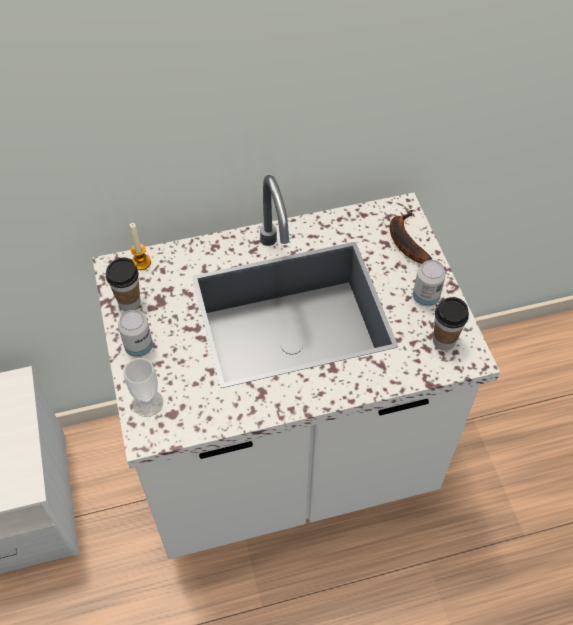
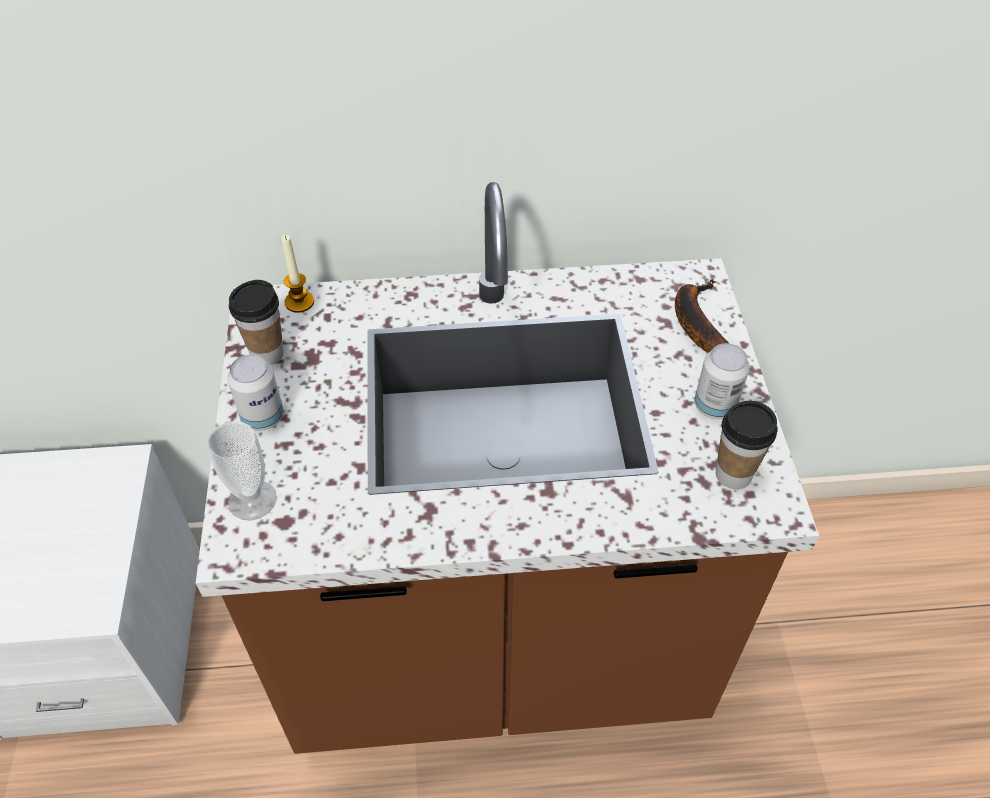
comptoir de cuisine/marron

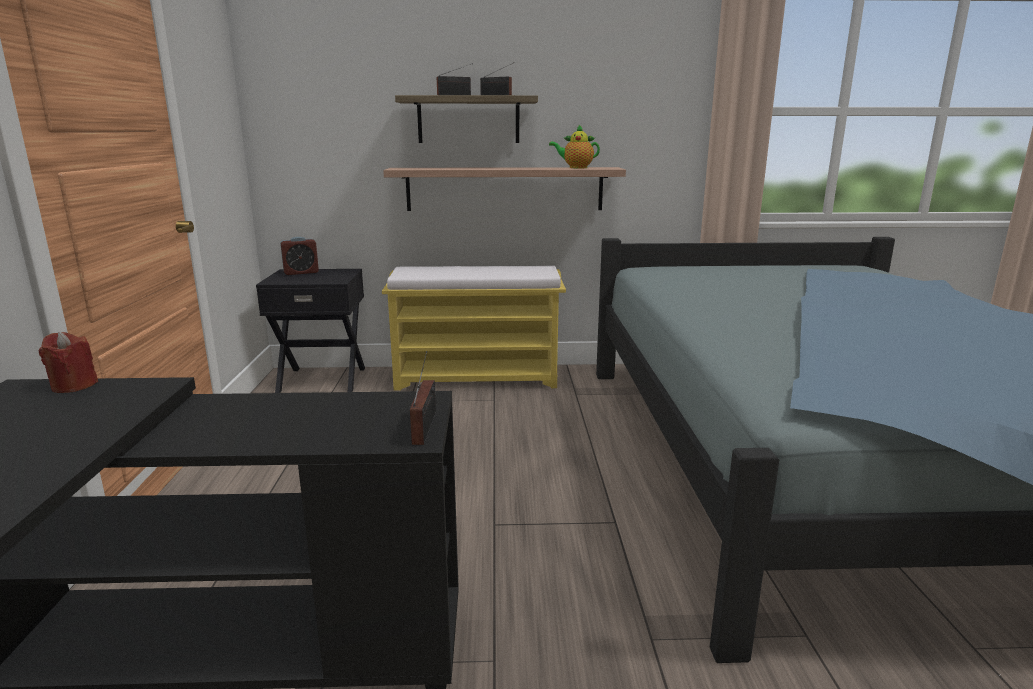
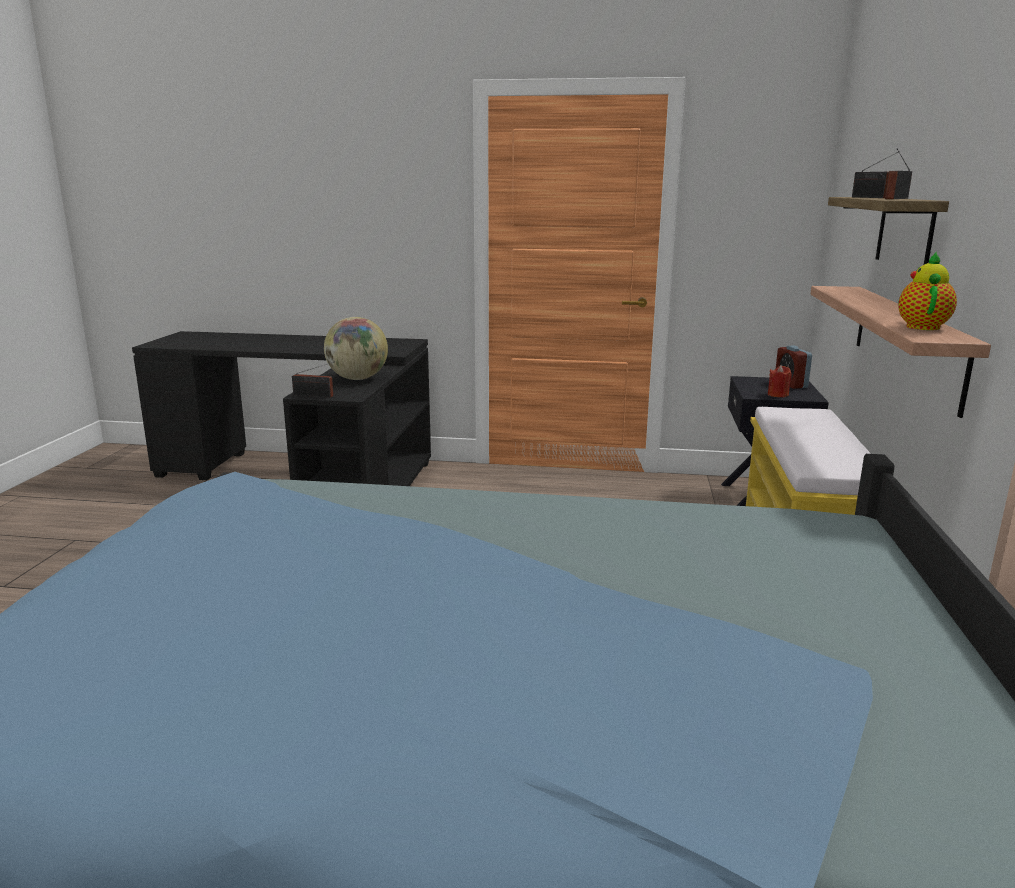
globe
bougie/rouge

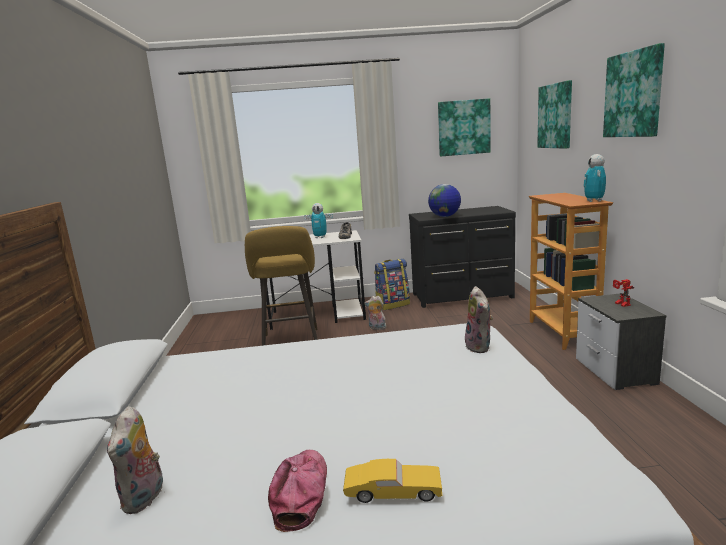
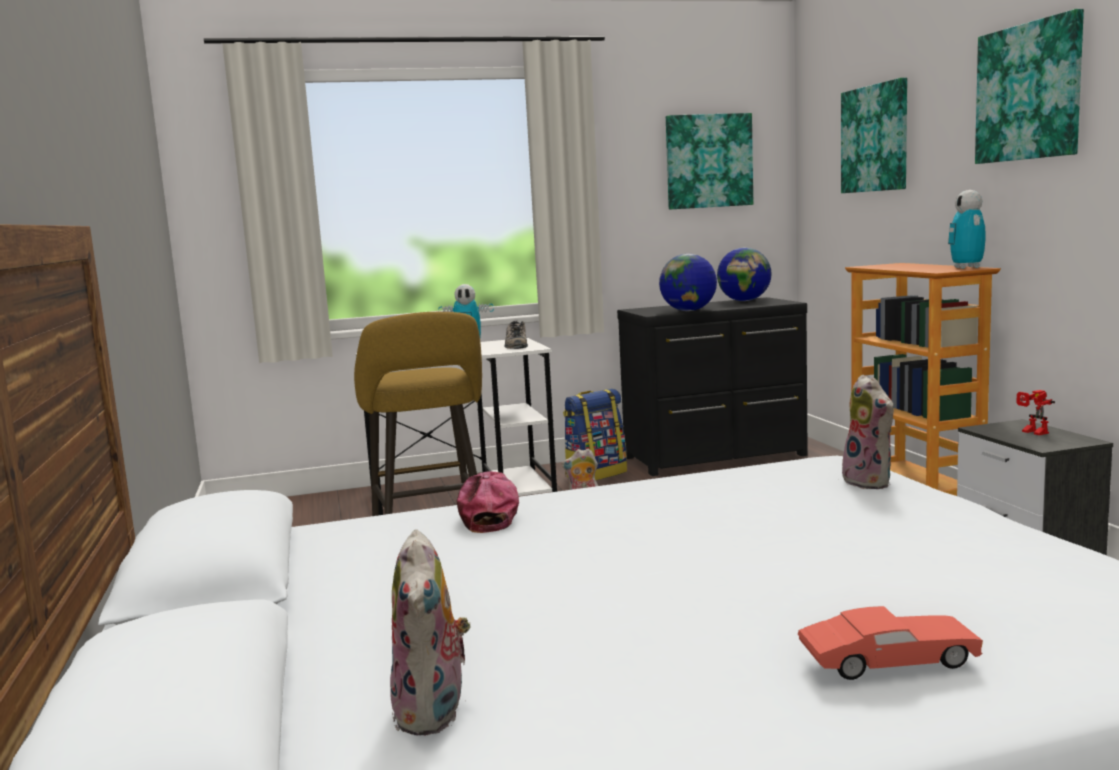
casquette
globe (2nd from left)
petite voiture/rouge

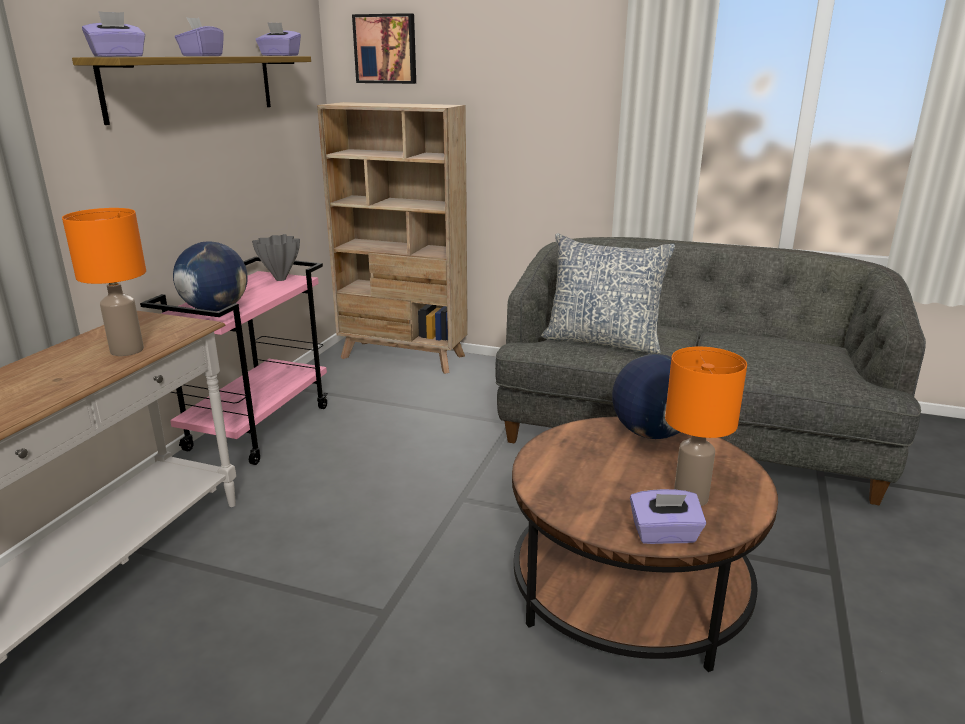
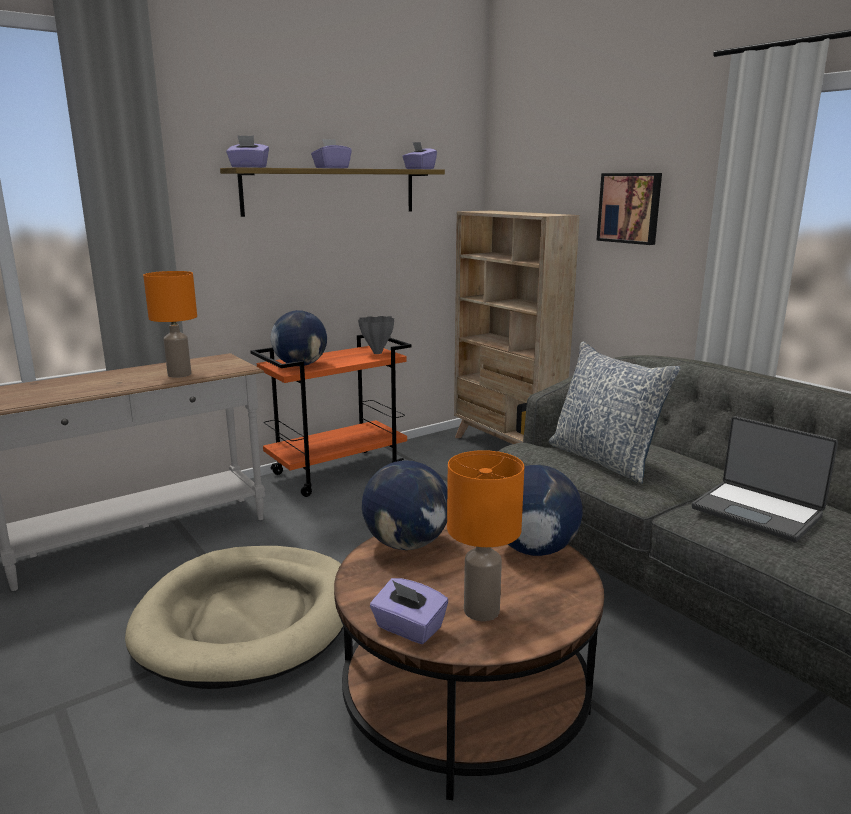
panier pour chien/beige
chariot/orange
globe (2nd from left)
tableau
ordinateur portable

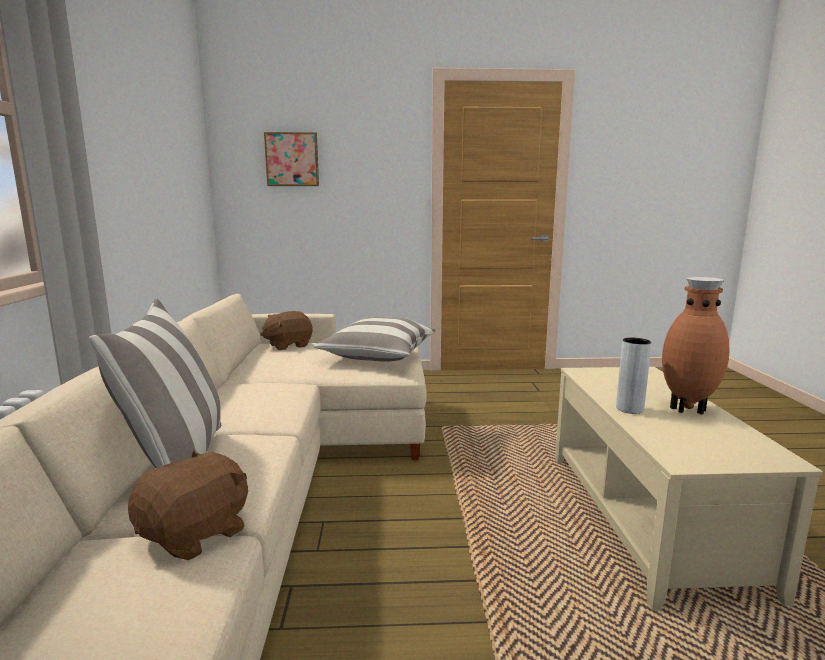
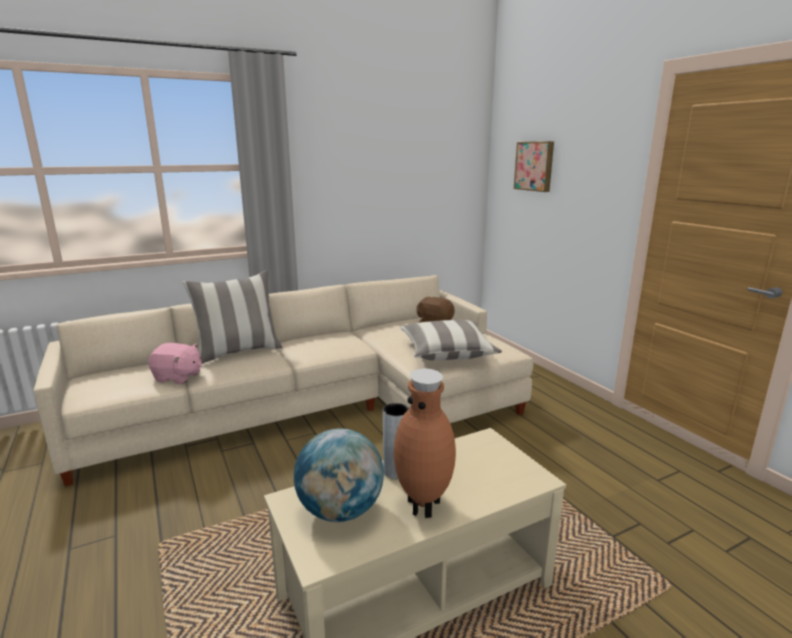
peluche/rose
globe

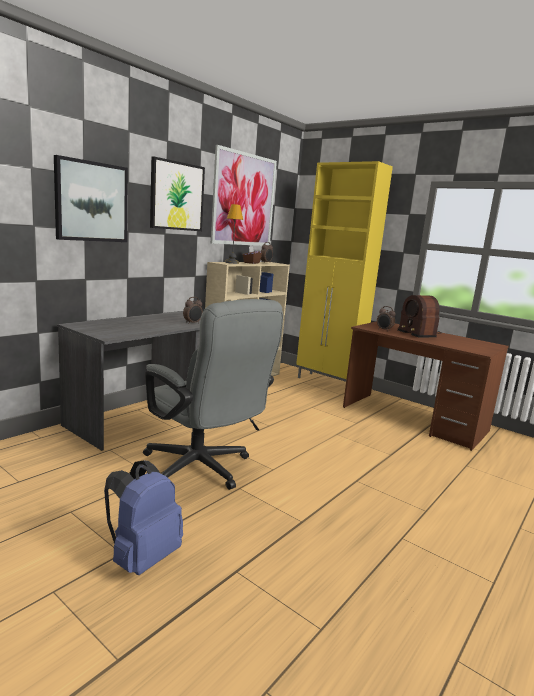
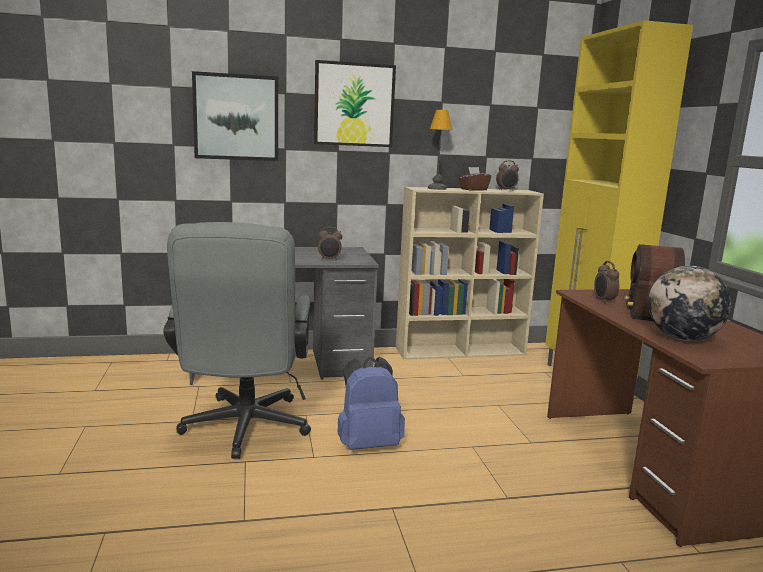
sac à dos/bleu
globe
tableau (3rd from left in the first image)

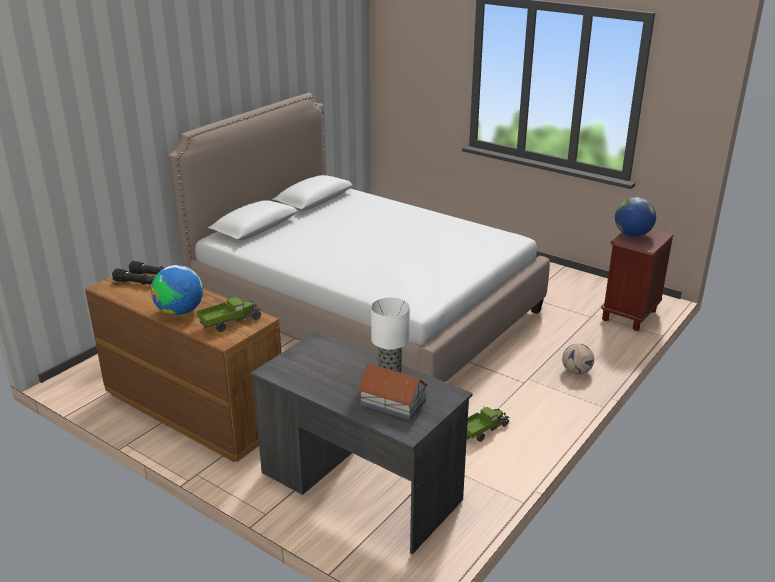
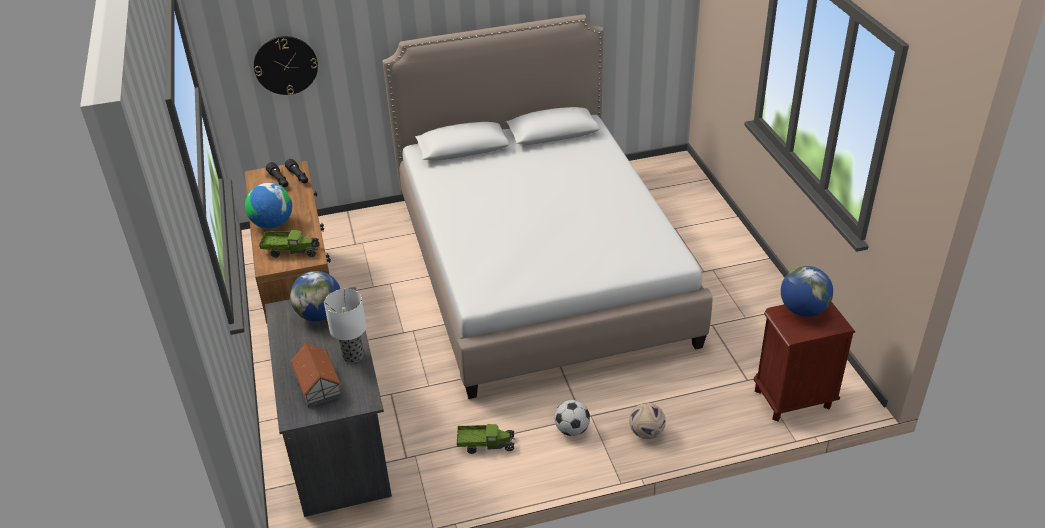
horloge murale
globe (2nd from left)
ballon de foot (1st from left)

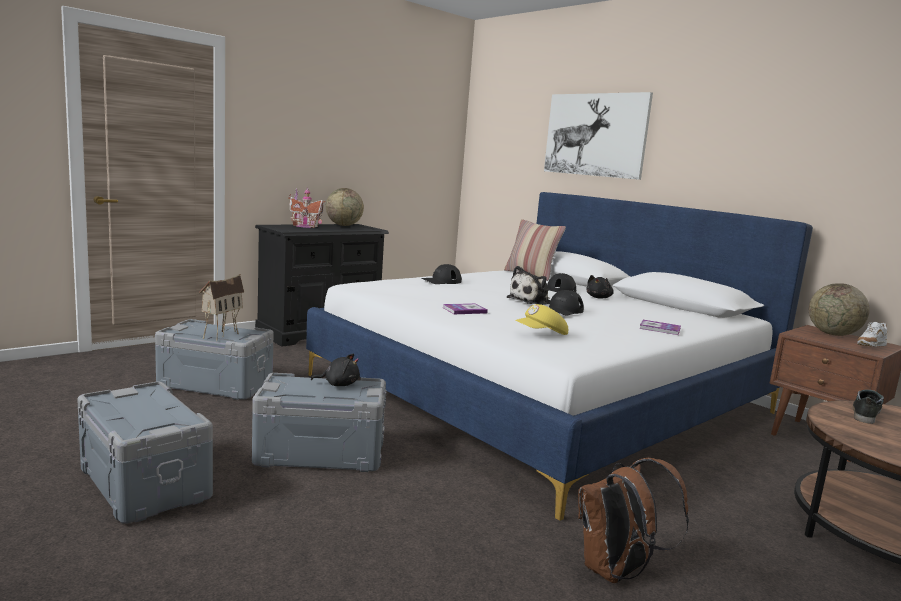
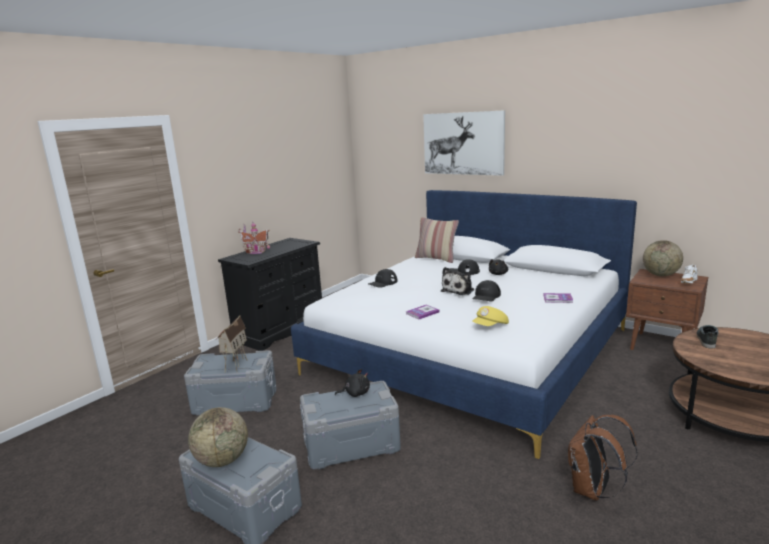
globe (1st from left)

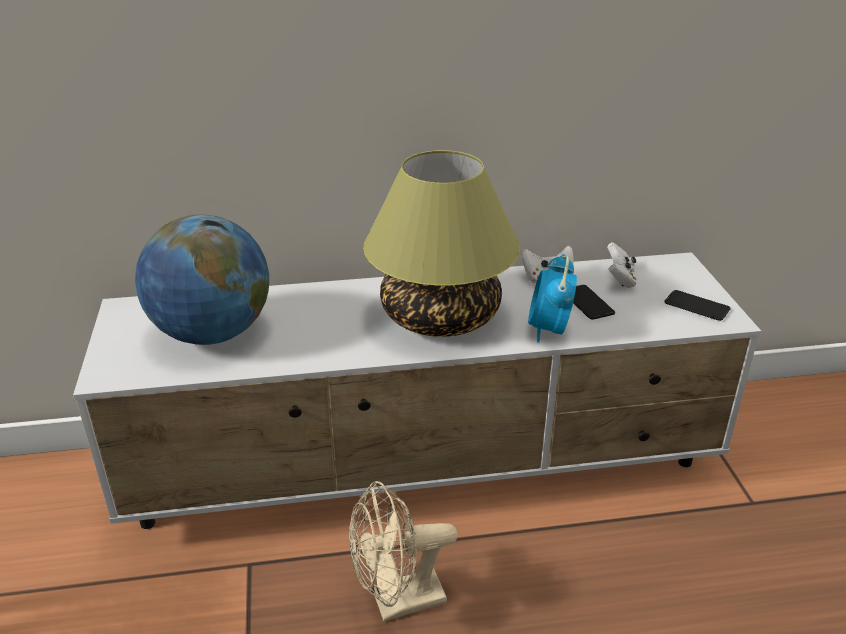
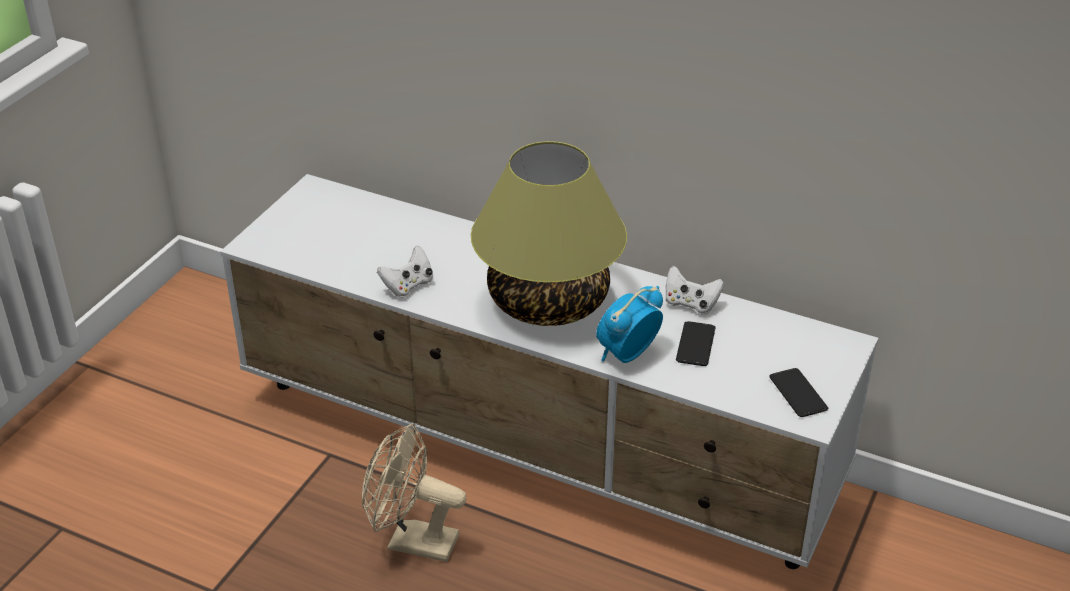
manette/blanc (1st from left)
globe

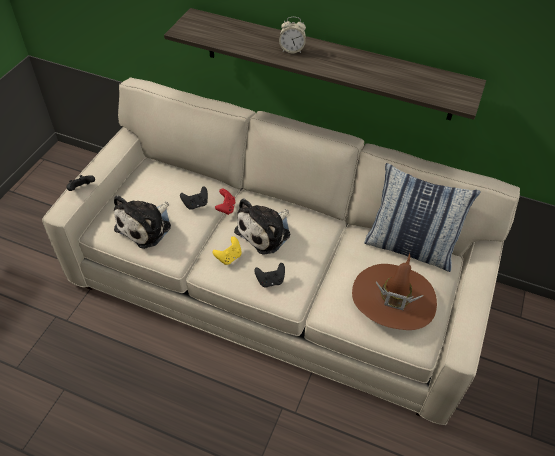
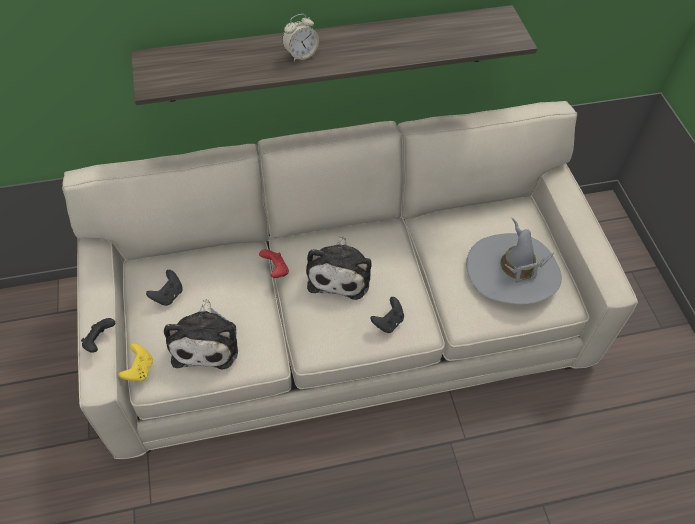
manette/jaune
manette/noir (2nd from left)
chapeau/gris
coussin

